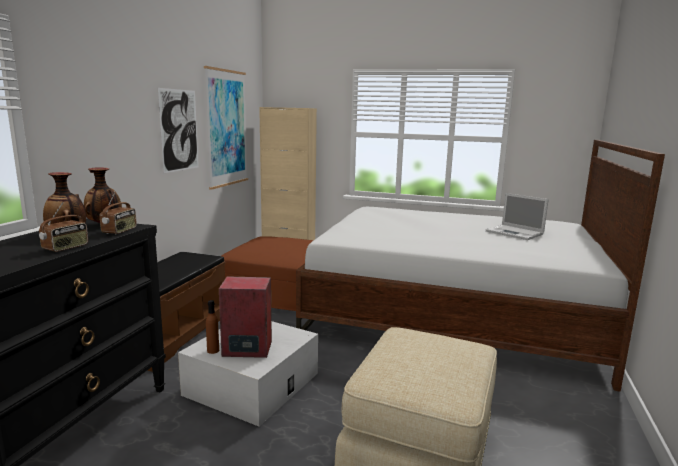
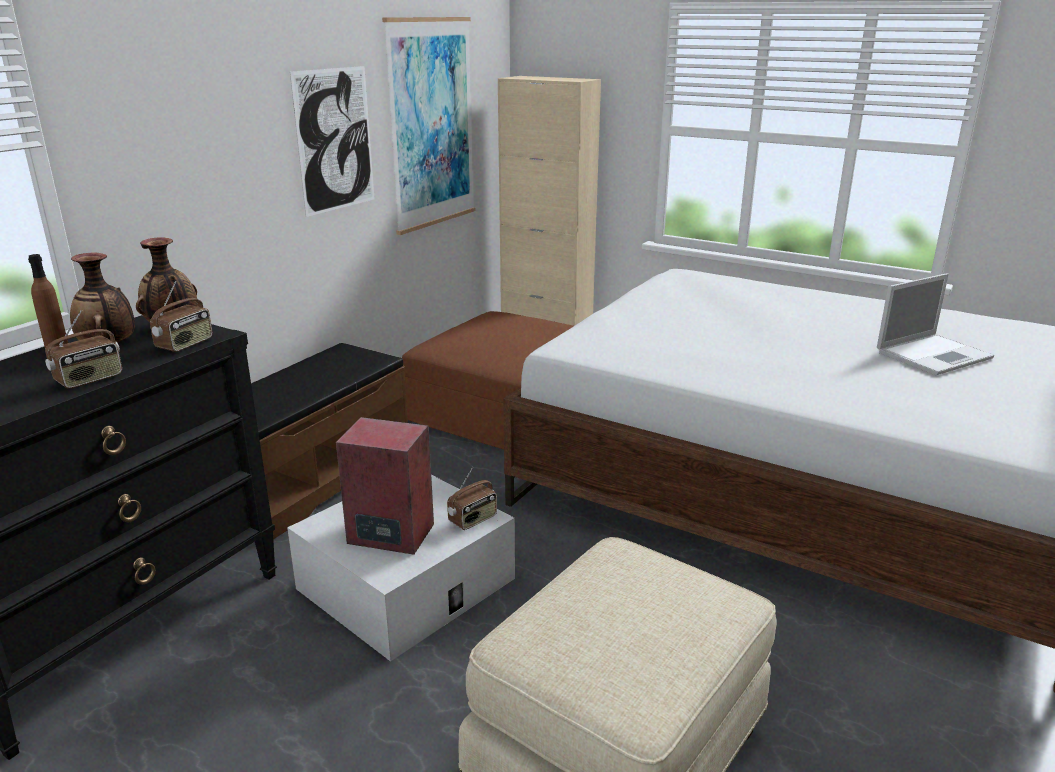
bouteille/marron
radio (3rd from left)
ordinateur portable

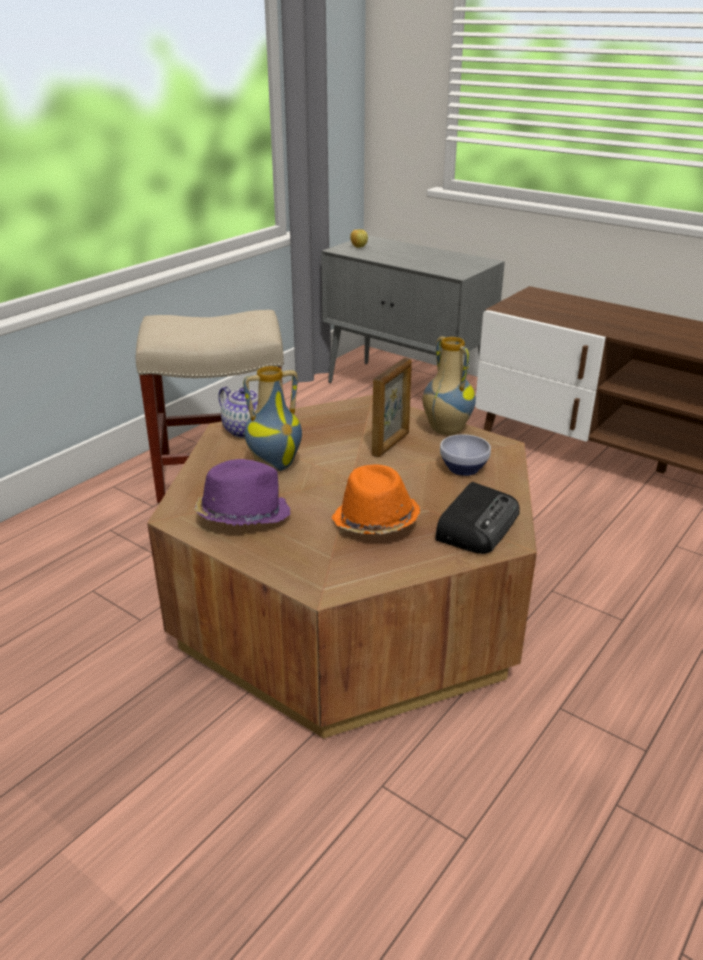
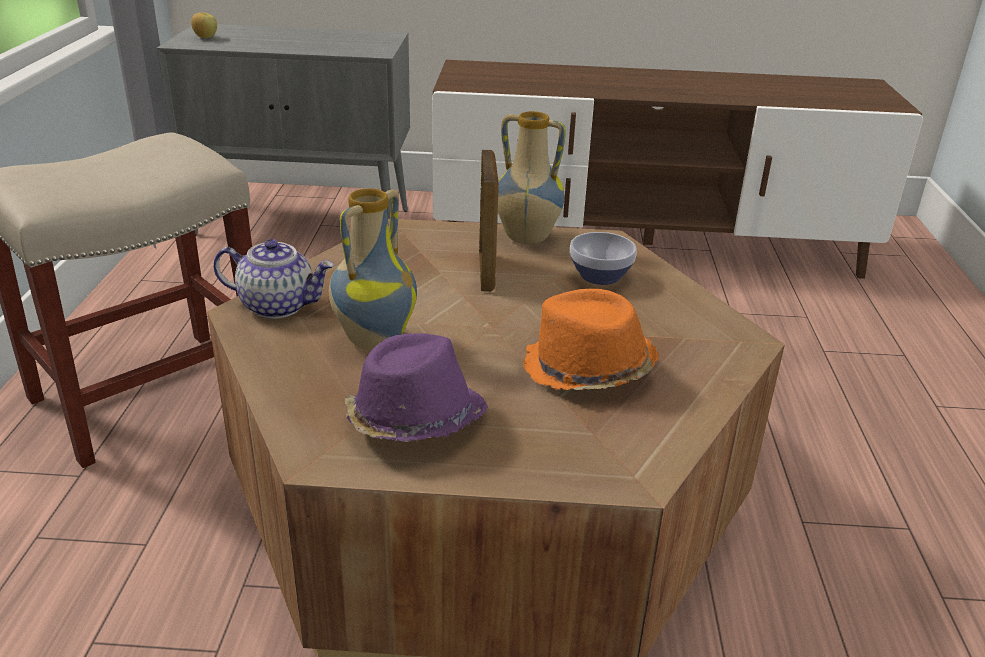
radio

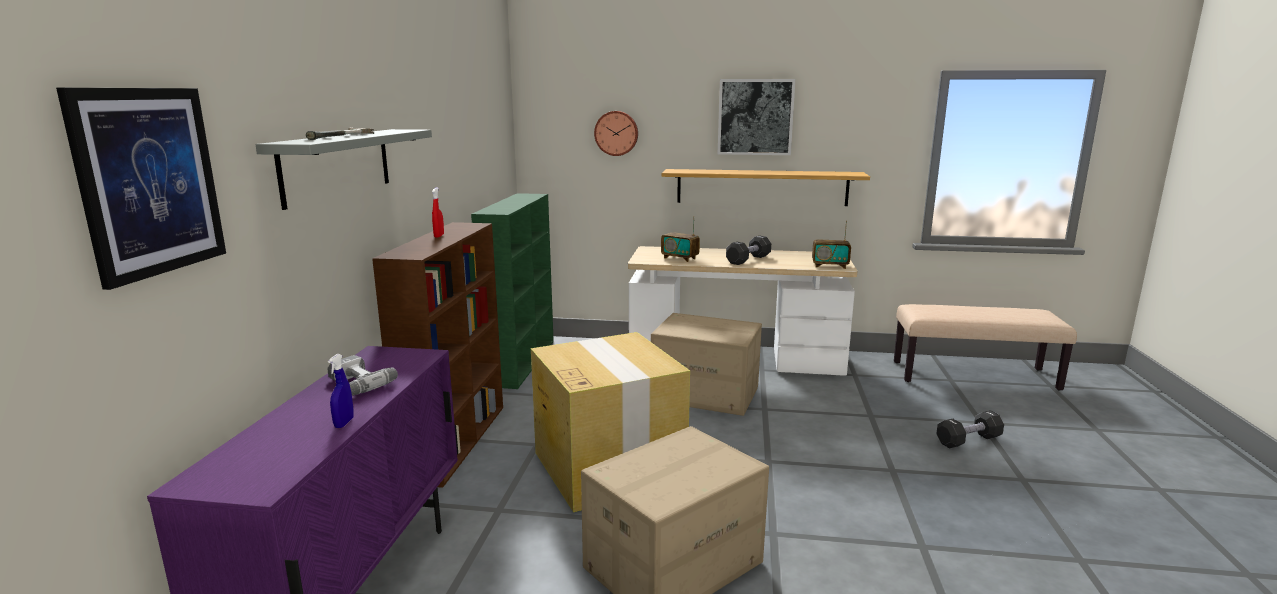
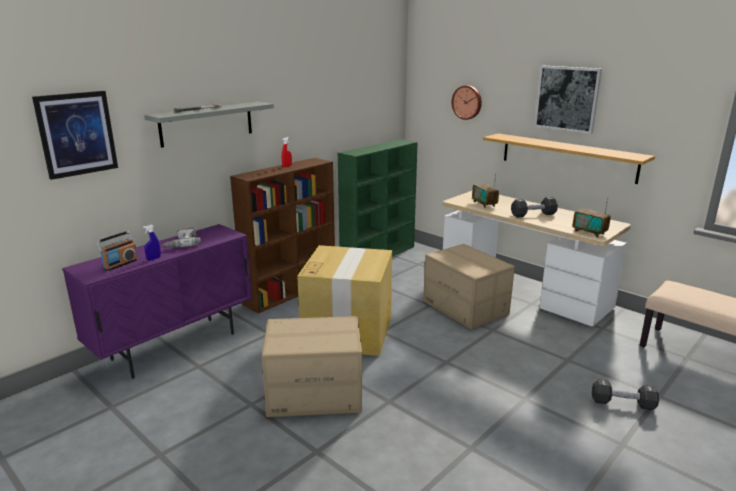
radio (1st from left)

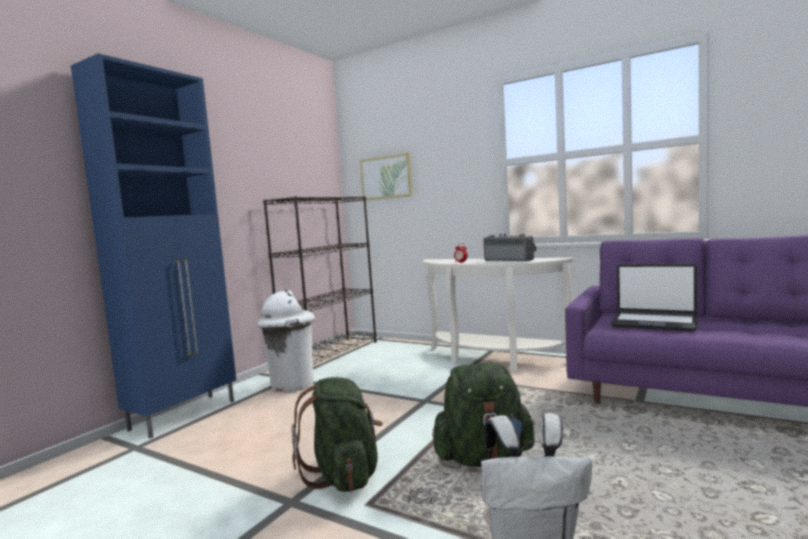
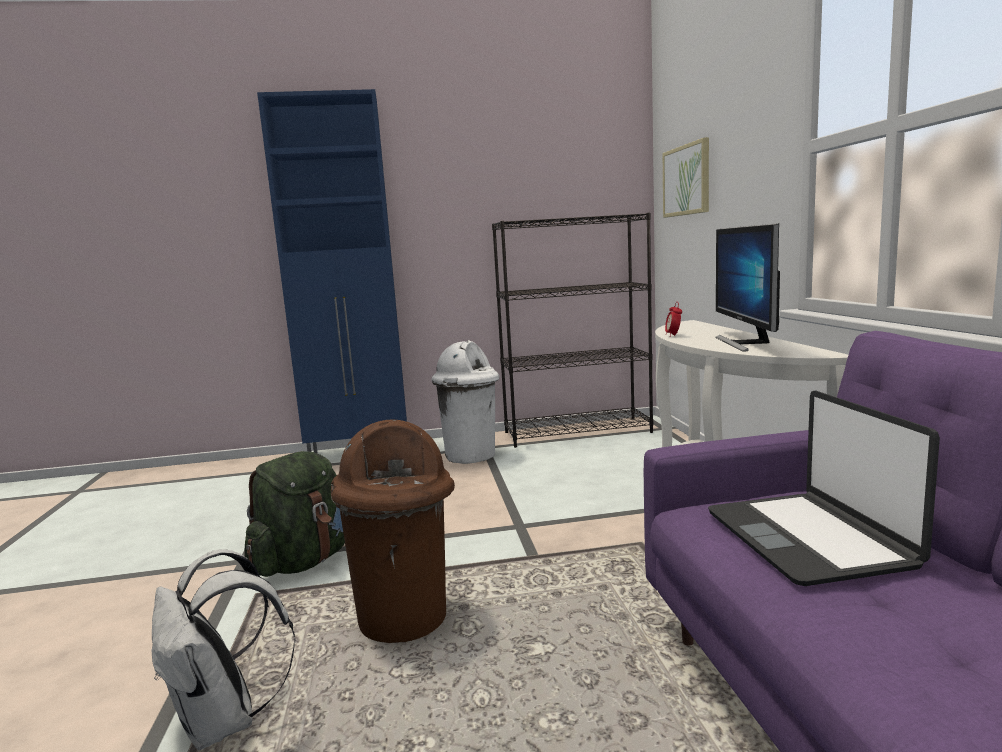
poubelle/marron
écran d'ordinateur

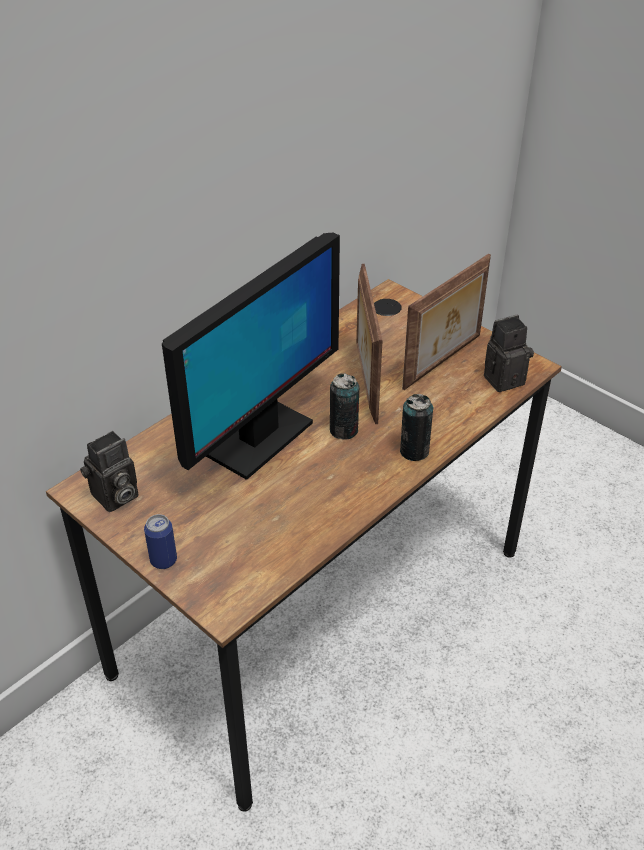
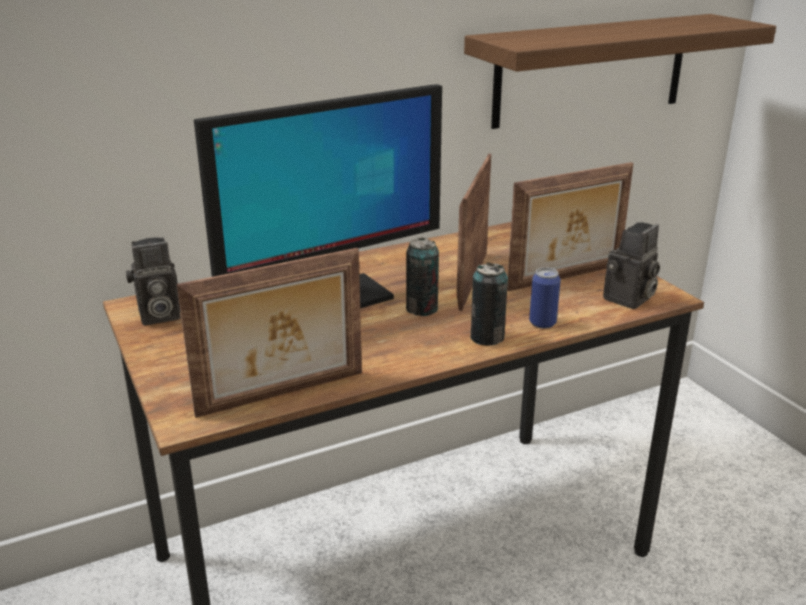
cadre photo (1st from left)
étagère
boîte métallique (3rd from left)
appareil photo (2nd from left)

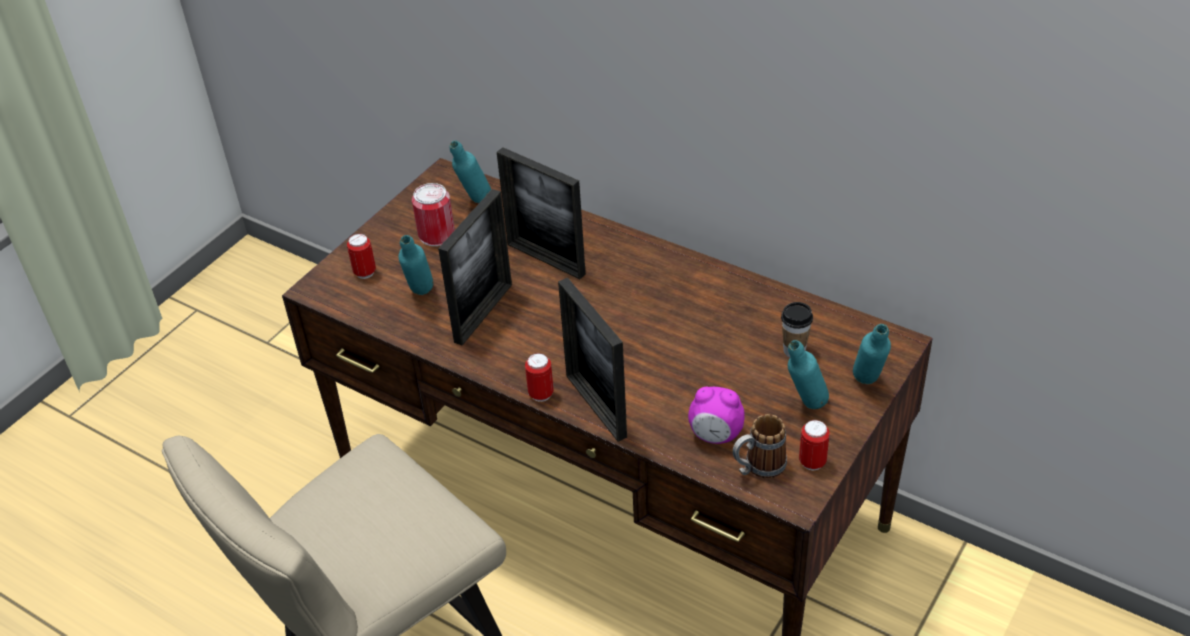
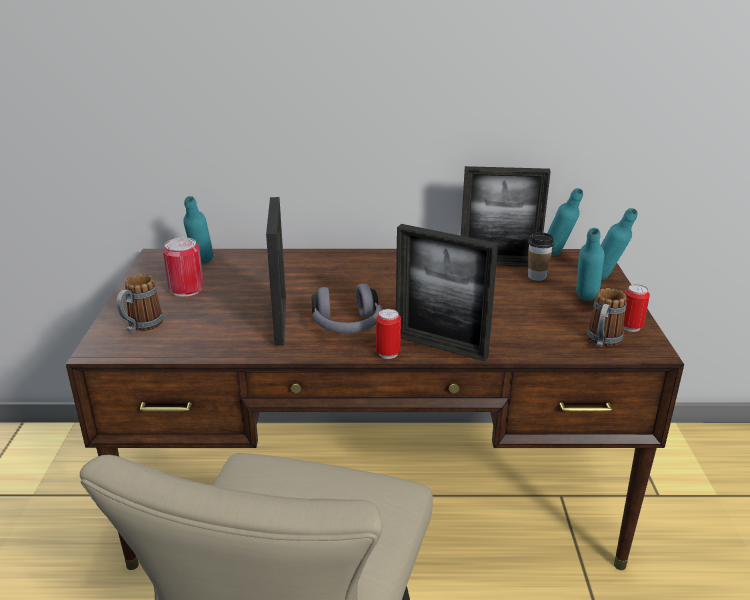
mug (1st from left)
casque audio/gris
cadre photo (3rd from left)
bouteille/turquoise (2nd from left)
réveil

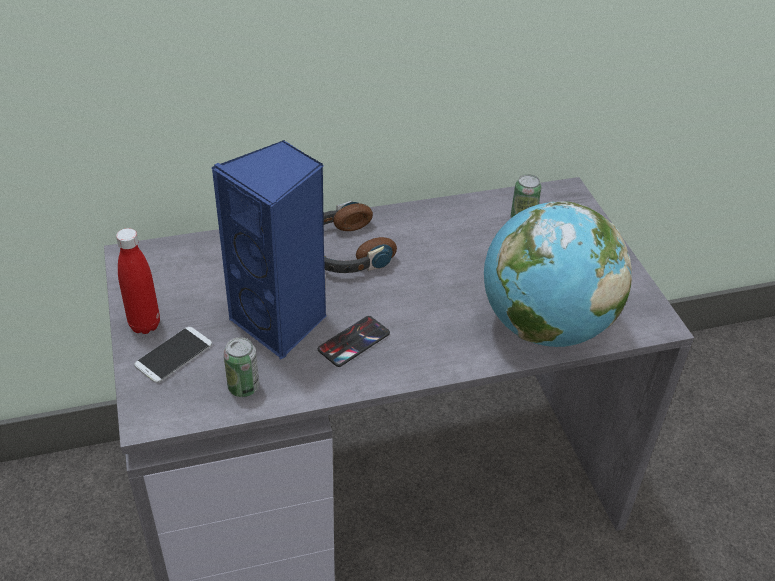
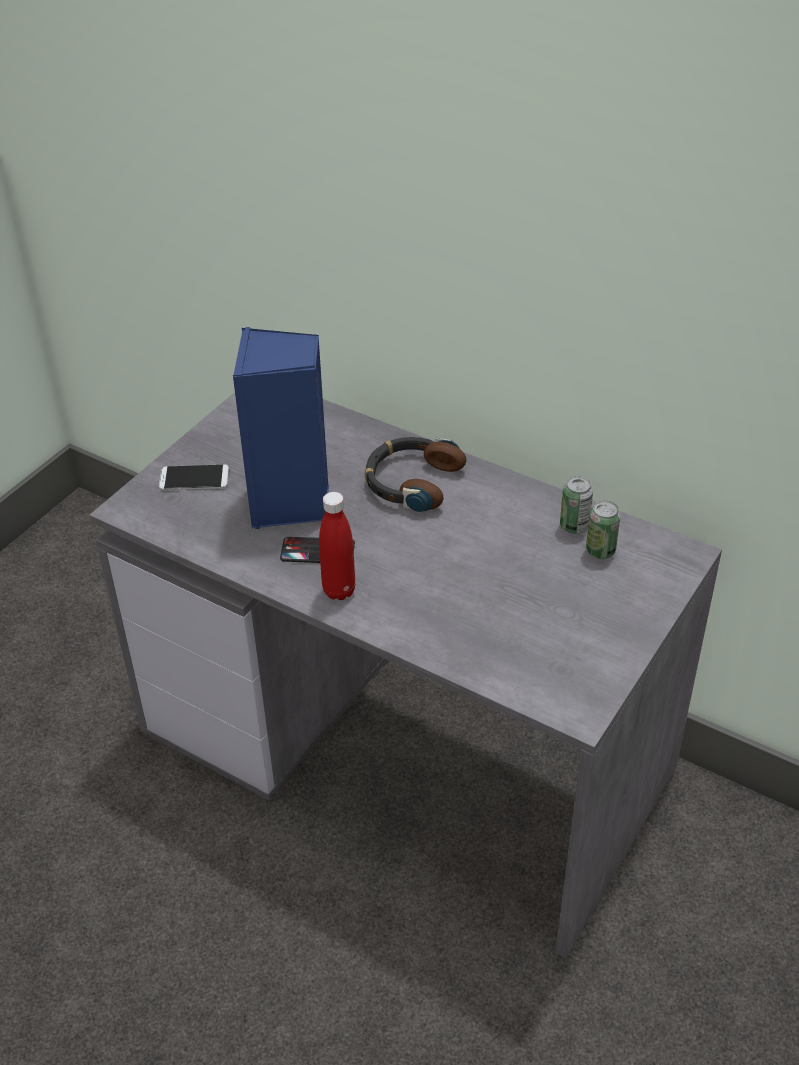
bouteille/rouge
boîte métallique (1st from left)
globe

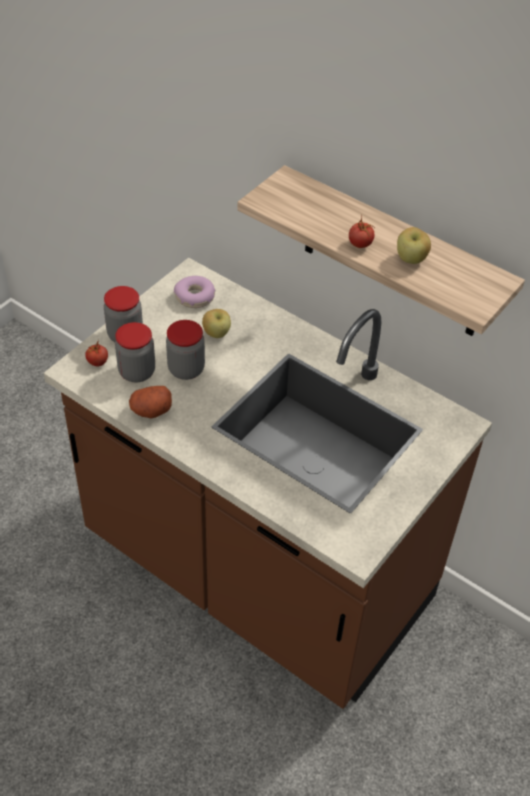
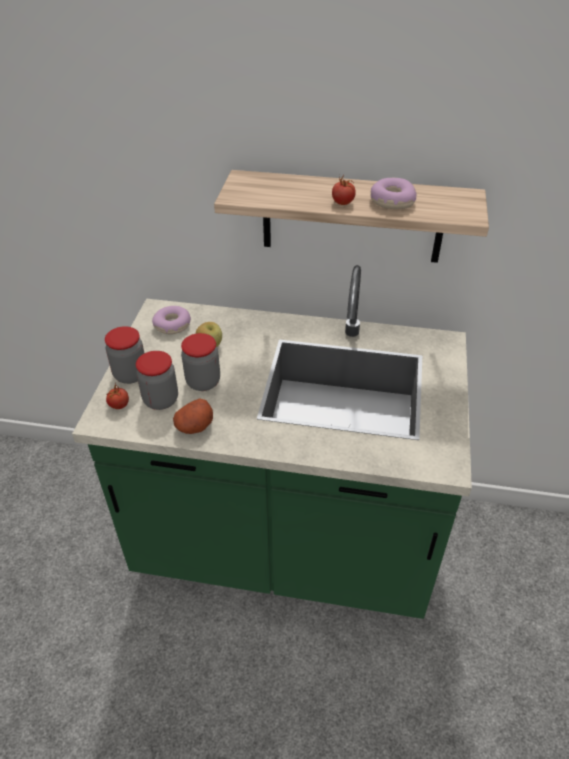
comptoir de cuisine/vert
beignet (2nd from left)

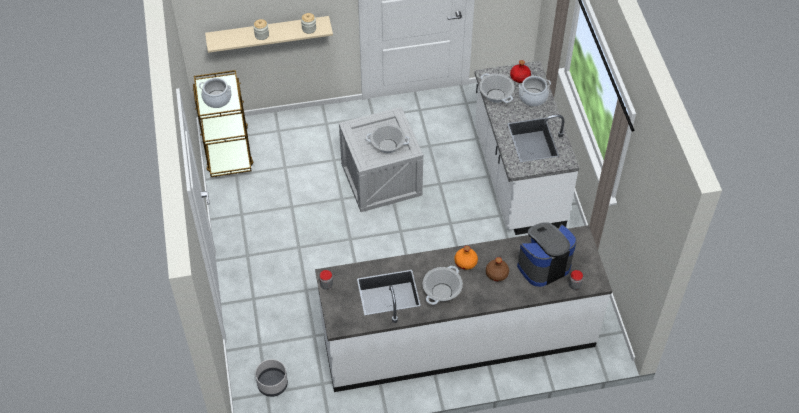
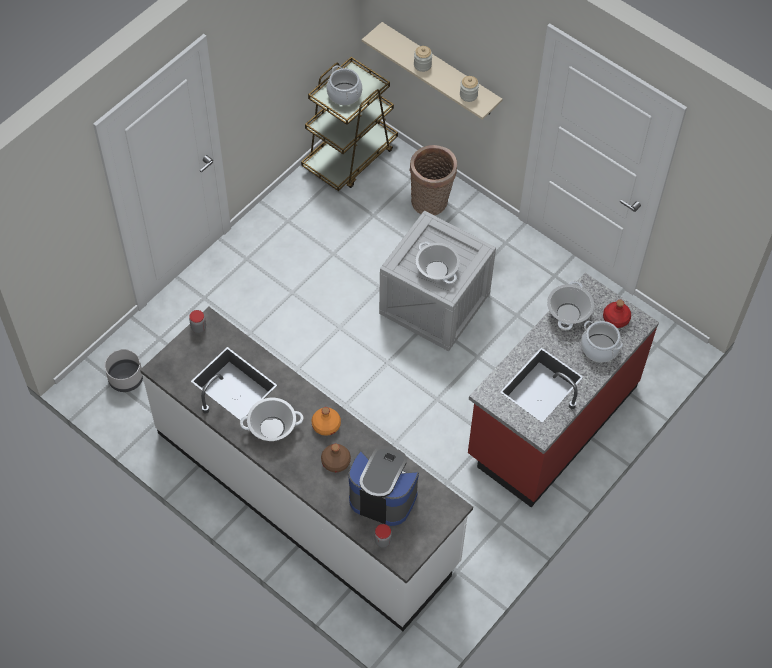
panier
comptoir de cuisine/rouge

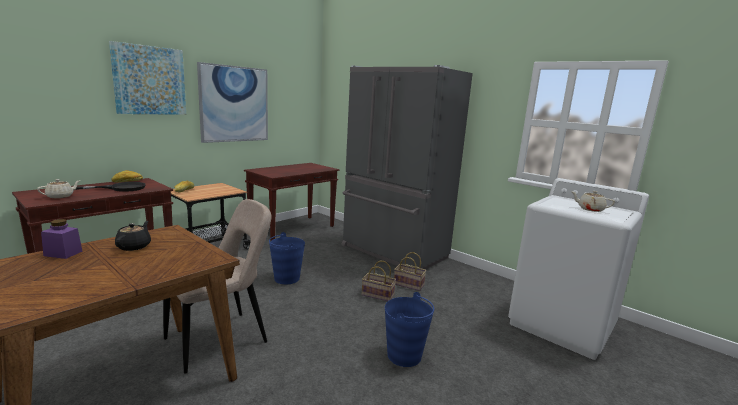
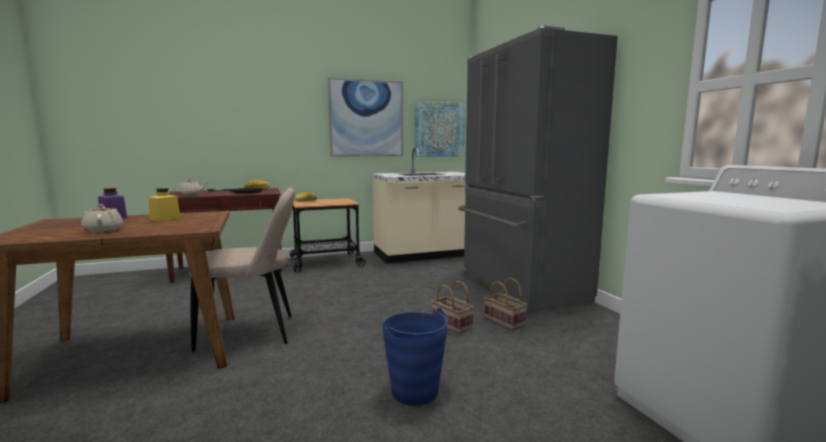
théière/beige (1st from left)
bocal/jaune
comptoir de cuisine/beige
tableau (2nd from left)
seau/bleu (1st from left in the first image)

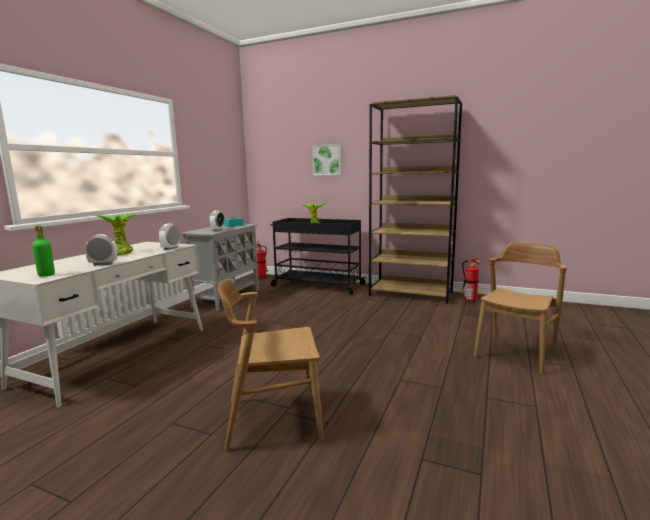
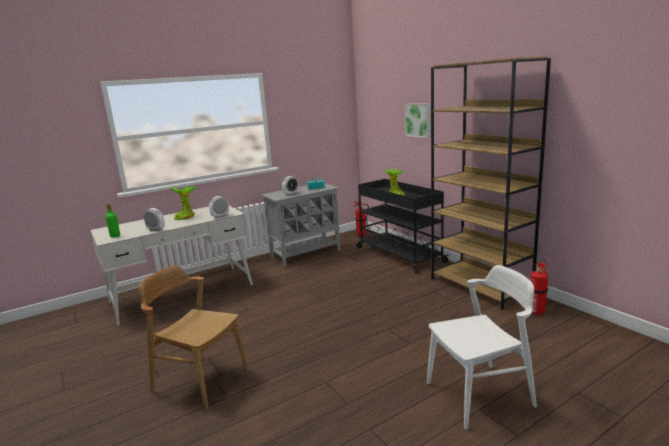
chaise/blanc

